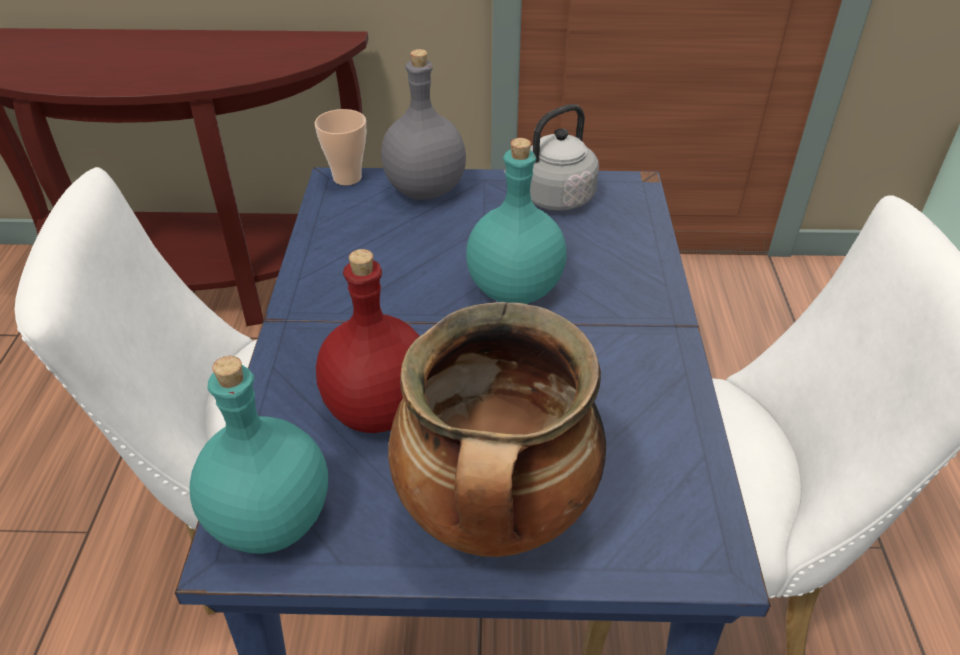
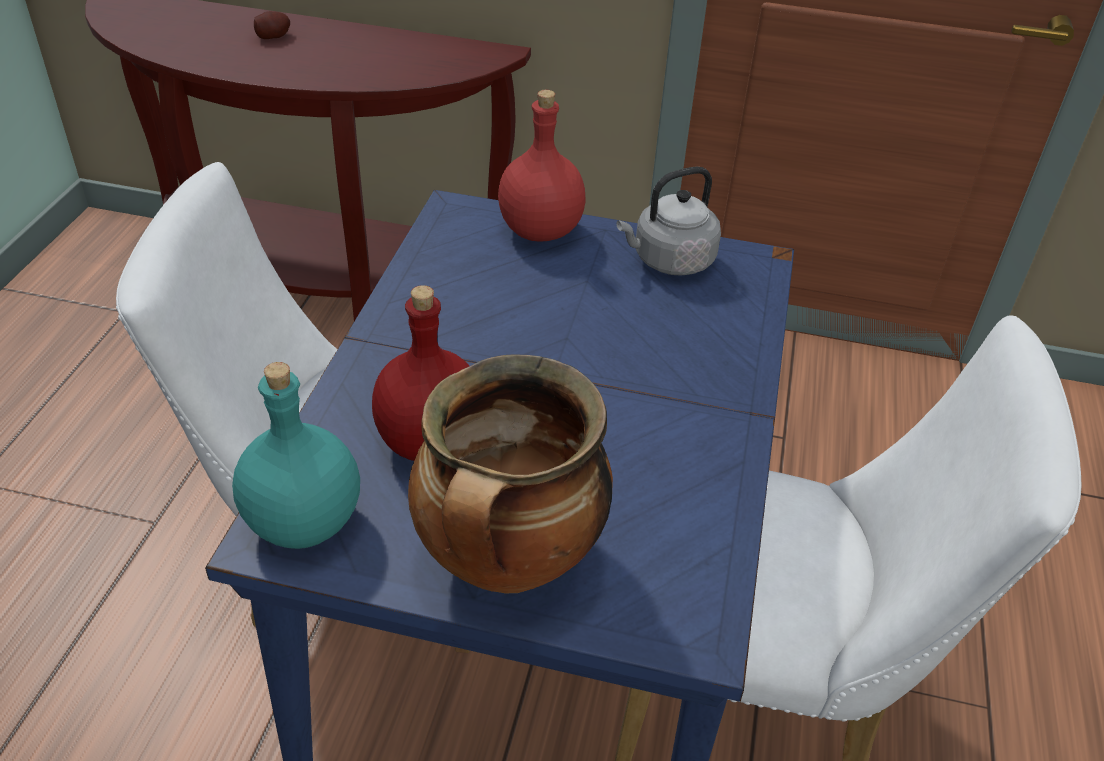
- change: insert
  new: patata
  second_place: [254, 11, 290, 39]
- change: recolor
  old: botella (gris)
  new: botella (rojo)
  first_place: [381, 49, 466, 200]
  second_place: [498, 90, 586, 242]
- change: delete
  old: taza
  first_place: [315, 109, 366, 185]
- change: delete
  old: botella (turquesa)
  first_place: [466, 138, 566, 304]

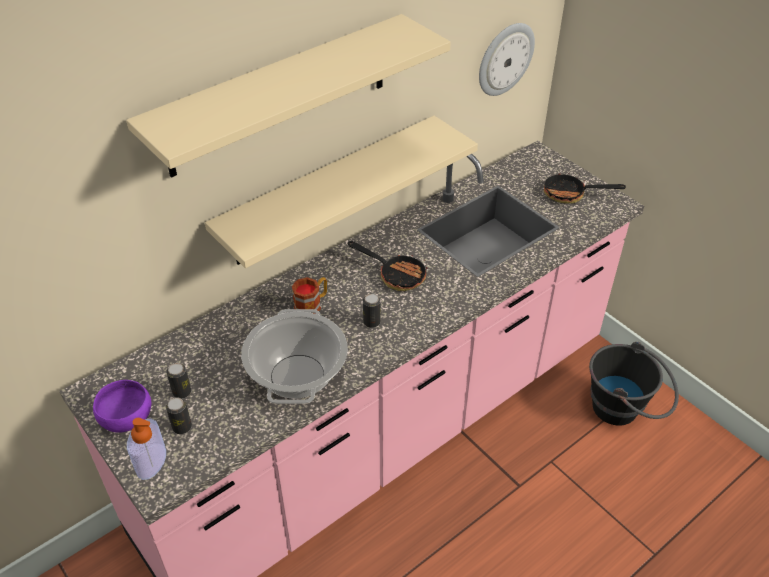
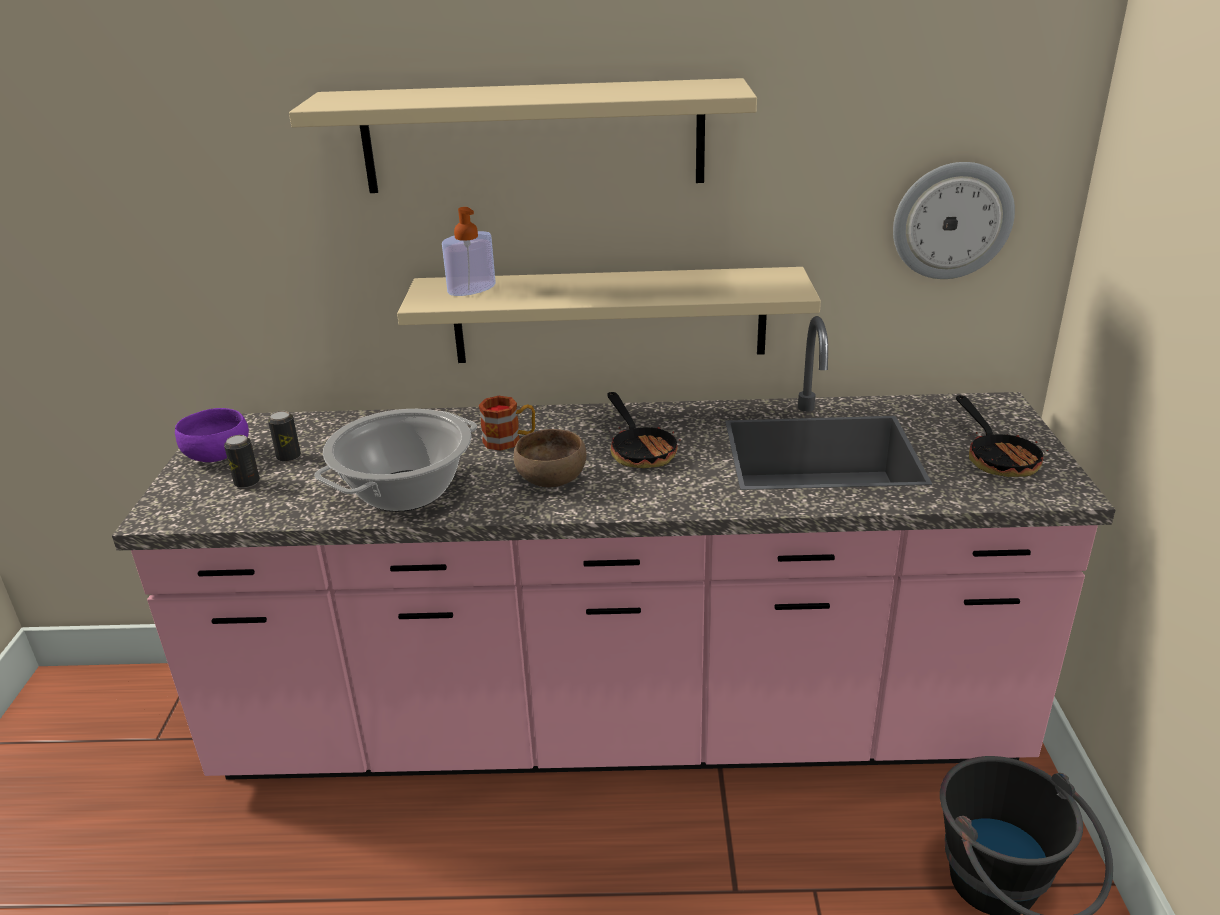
- change: move
  old: dispensador de jabón
  first_place: [127, 418, 166, 480]
  second_place: [442, 207, 496, 296]
- change: replace
  old: lata
  new: cuenco (marrón)
  first_place: [363, 294, 381, 328]
  second_place: [514, 429, 586, 487]
- change: rotate
  old: sartén
  first_place: [544, 173, 626, 204]
  second_place: [956, 395, 1049, 477]
  degrees: -150

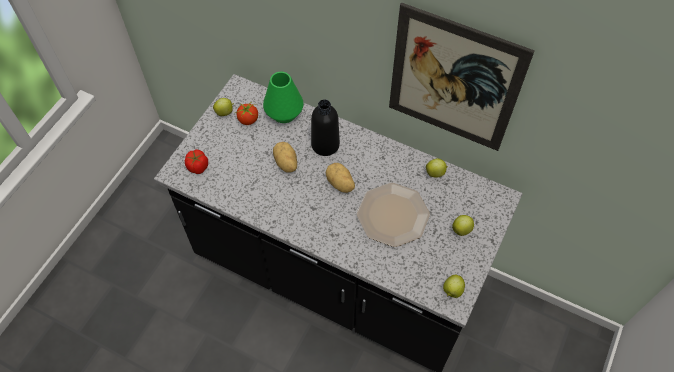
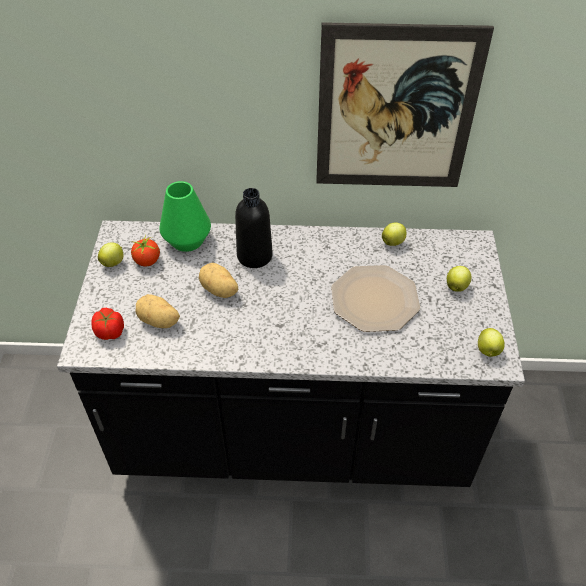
- change: move
  old: patata
  first_place: [325, 163, 355, 193]
  second_place: [136, 294, 180, 328]

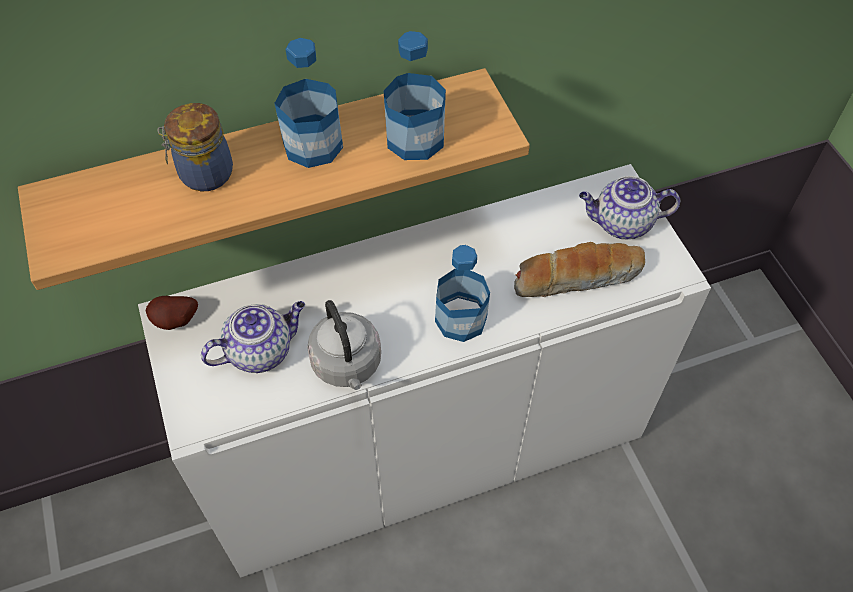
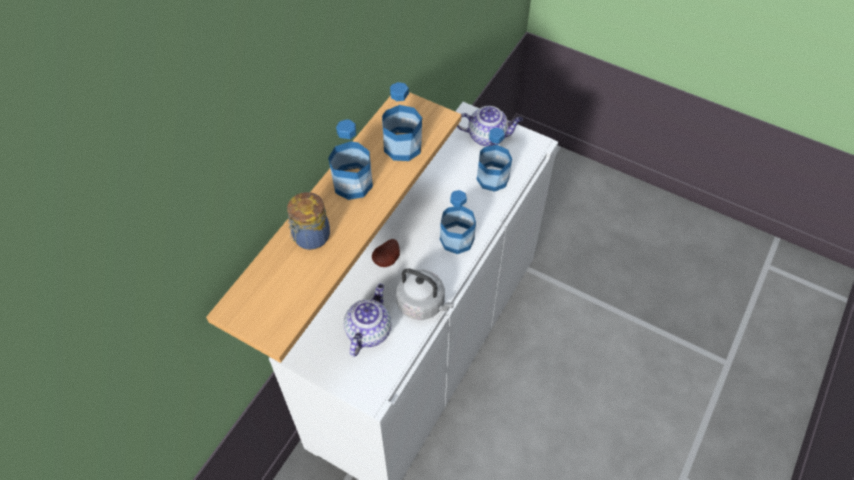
- change: move
  old: patata
  first_place: [146, 296, 198, 330]
  second_place: [372, 239, 400, 267]
- change: rotate
  old: tetera
  first_place: [579, 176, 680, 240]
  second_place: [457, 106, 523, 147]
  degrees: -135
- change: replace
  old: pan
  new: botella
  first_place: [514, 242, 645, 297]
  second_place: [477, 128, 512, 192]

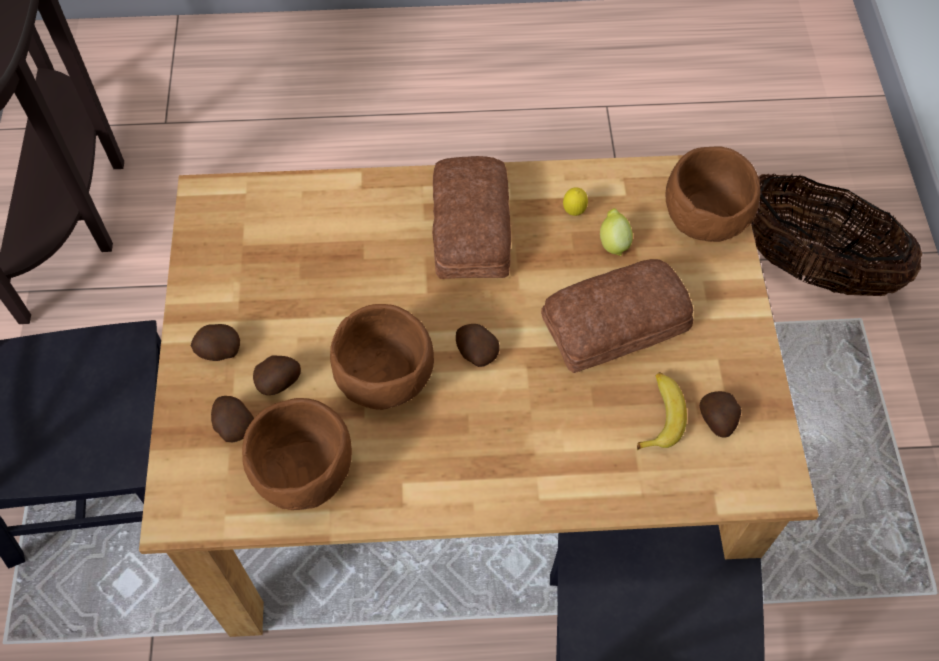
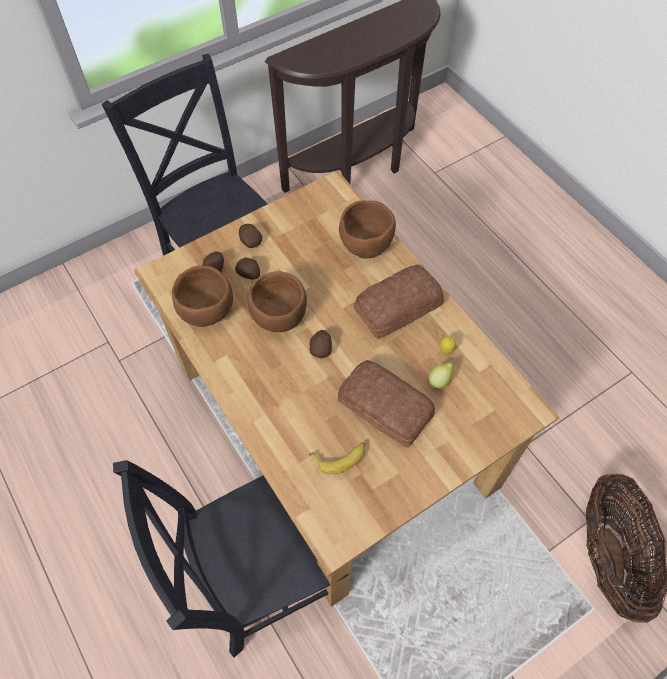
- change: move
  old: cuenco (marrón)
  first_place: [665, 147, 760, 242]
  second_place: [339, 200, 396, 259]
- change: delete
  old: patata
  first_place: [700, 391, 741, 438]

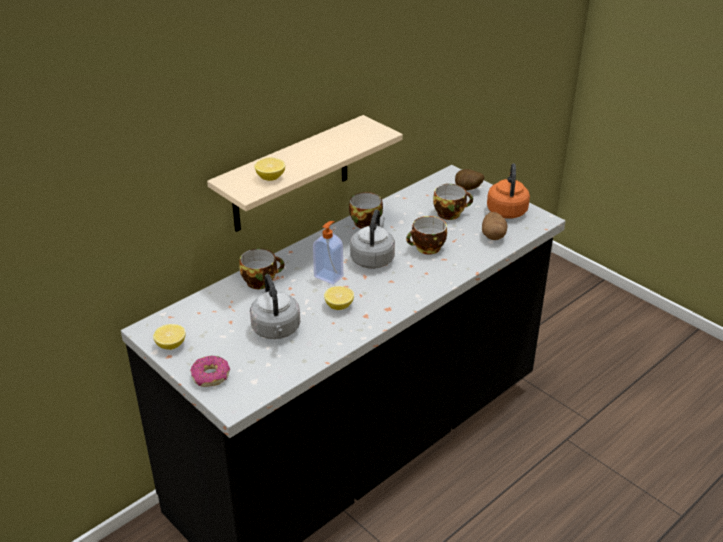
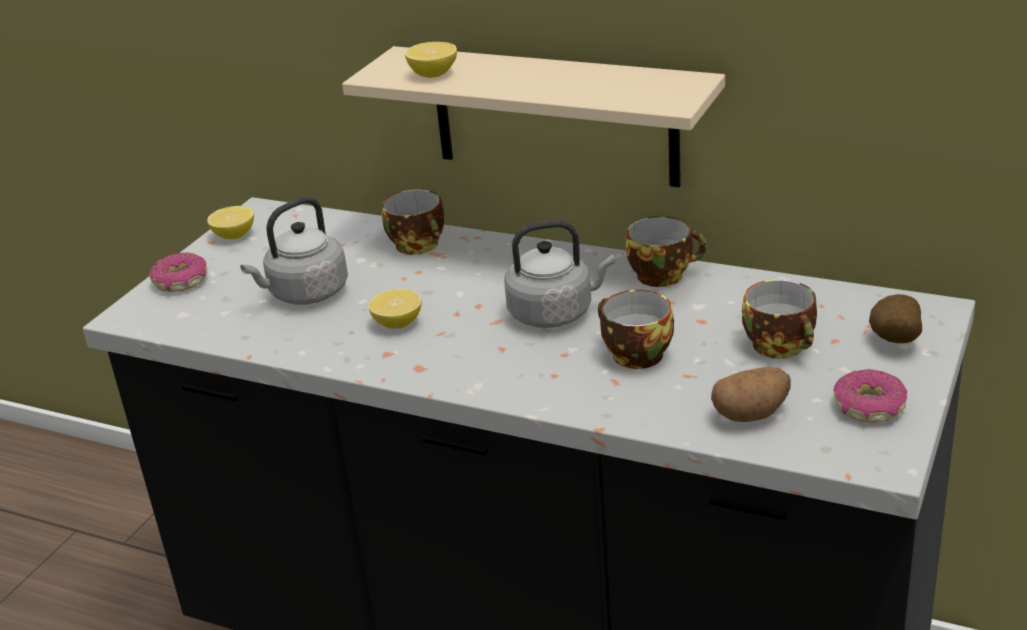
- change: replace
  old: hervidor (naranja)
  new: rosquilla
  first_place: [487, 163, 530, 219]
  second_place: [834, 369, 907, 423]
- change: delete
  old: dispensador de jabón
  first_place: [313, 221, 343, 285]

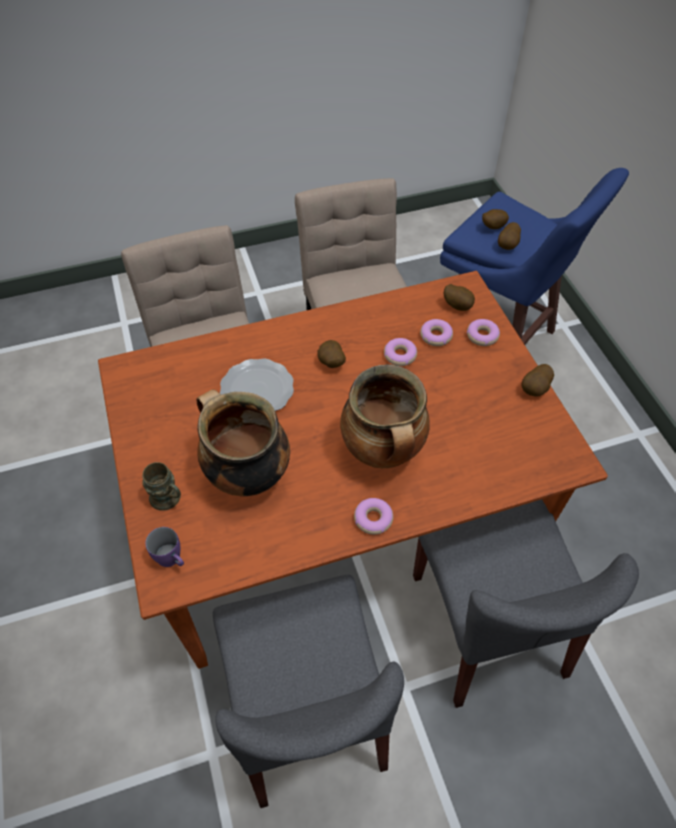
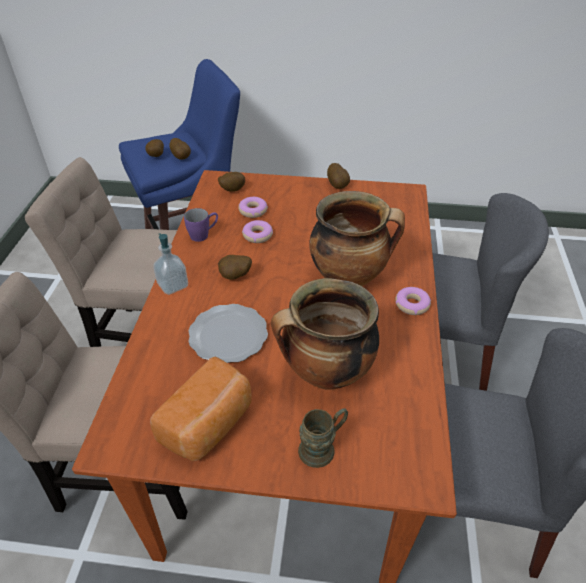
- change: insert
  new: pan
  second_place: [150, 357, 252, 461]
- change: insert
  new: dispensador de jabón
  second_place: [153, 233, 188, 295]
- change: move
  old: taza grande (morado)
  first_place: [146, 527, 184, 567]
  second_place: [184, 208, 218, 242]
- change: delete
  old: rosquilla
  first_place: [467, 319, 500, 346]

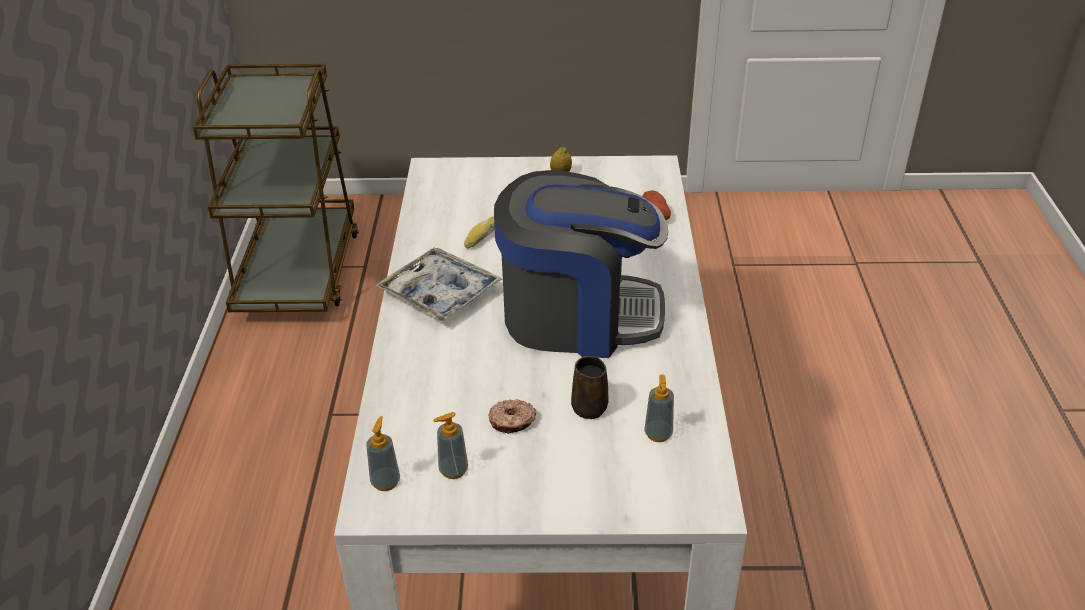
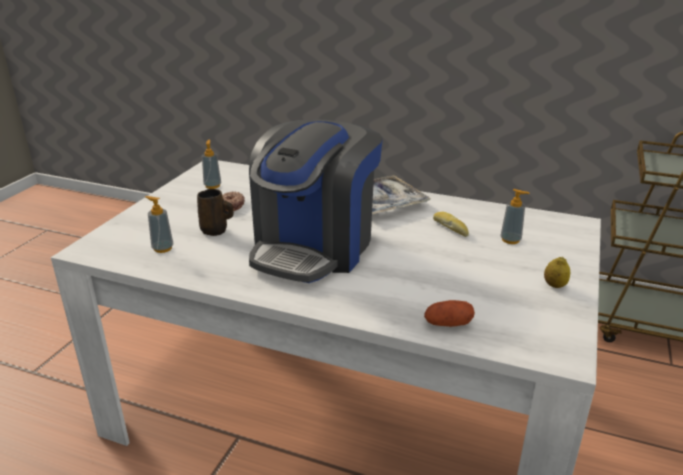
- change: move
  old: dispensador de jabón
  first_place: [366, 416, 400, 491]
  second_place: [500, 189, 529, 244]

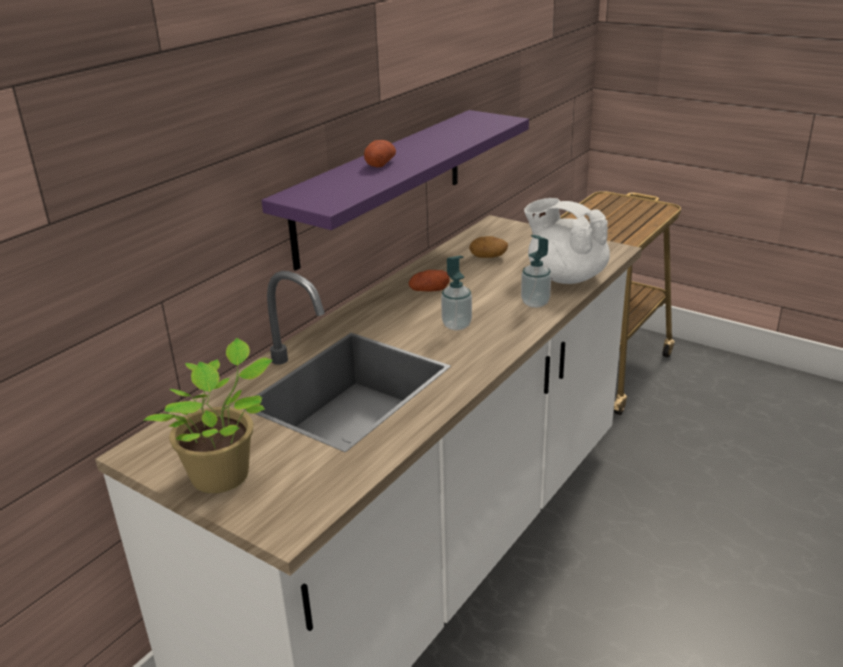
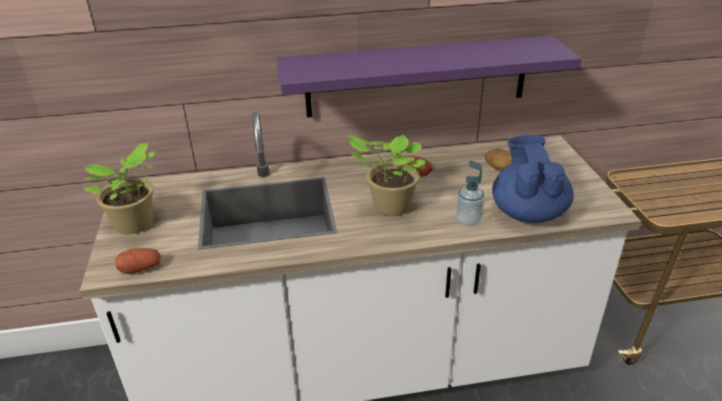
- change: move
  old: patata
  first_place: [364, 140, 396, 167]
  second_place: [115, 248, 161, 274]
- change: replace
  old: dispensador de jabón
  new: planta en maceta
  first_place: [441, 256, 472, 330]
  second_place: [346, 134, 426, 216]
- change: recolor
  old: tetera (blanco)
  new: tetera (azul)
  first_place: [524, 198, 610, 284]
  second_place: [492, 135, 574, 223]

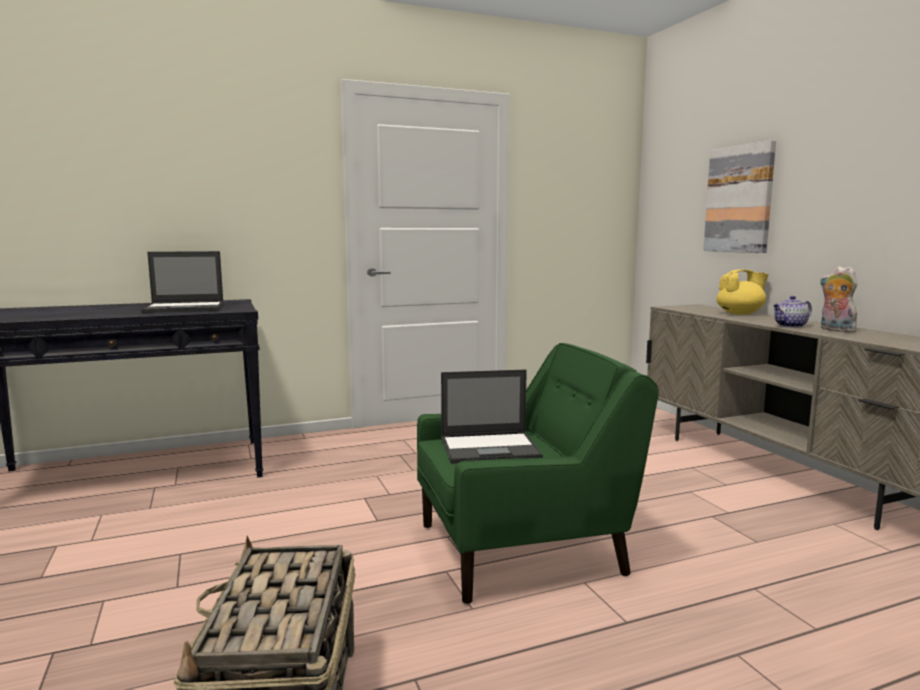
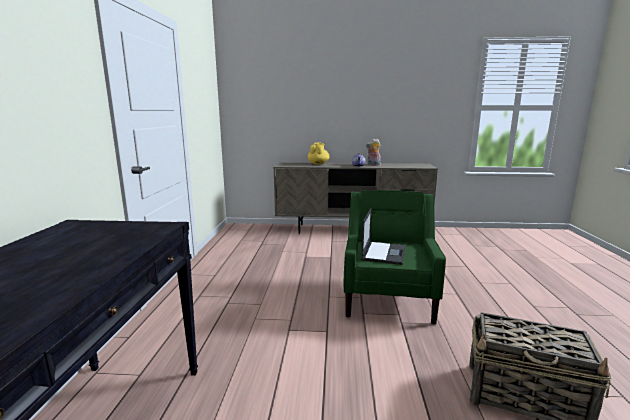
- change: delete
  old: portátil
  first_place: [141, 251, 224, 313]
- change: delete
  old: cuadro
  first_place: [703, 140, 776, 253]

